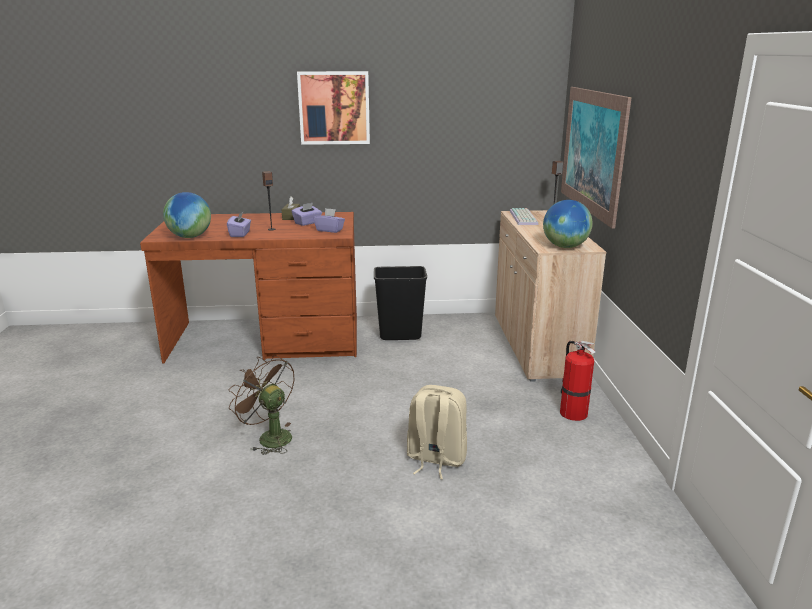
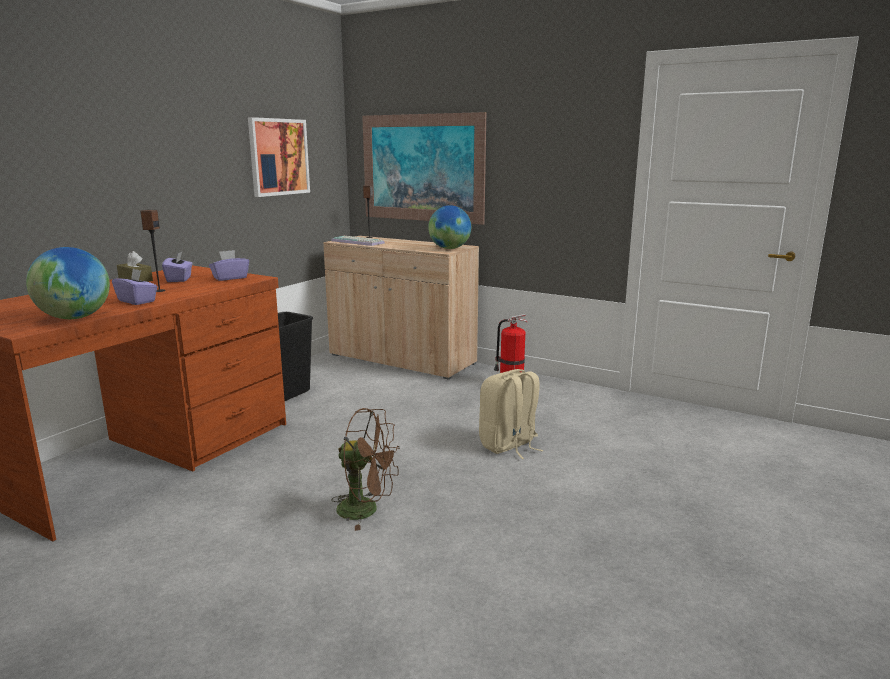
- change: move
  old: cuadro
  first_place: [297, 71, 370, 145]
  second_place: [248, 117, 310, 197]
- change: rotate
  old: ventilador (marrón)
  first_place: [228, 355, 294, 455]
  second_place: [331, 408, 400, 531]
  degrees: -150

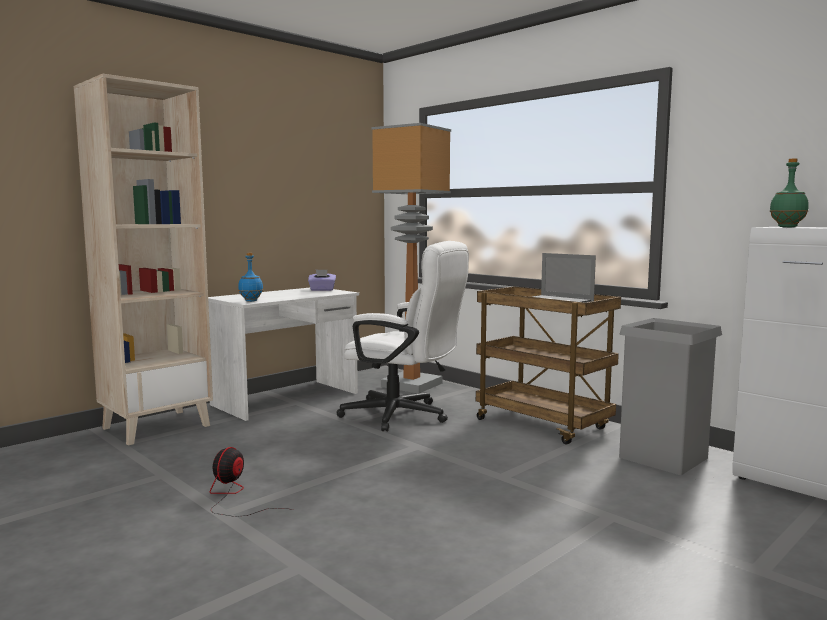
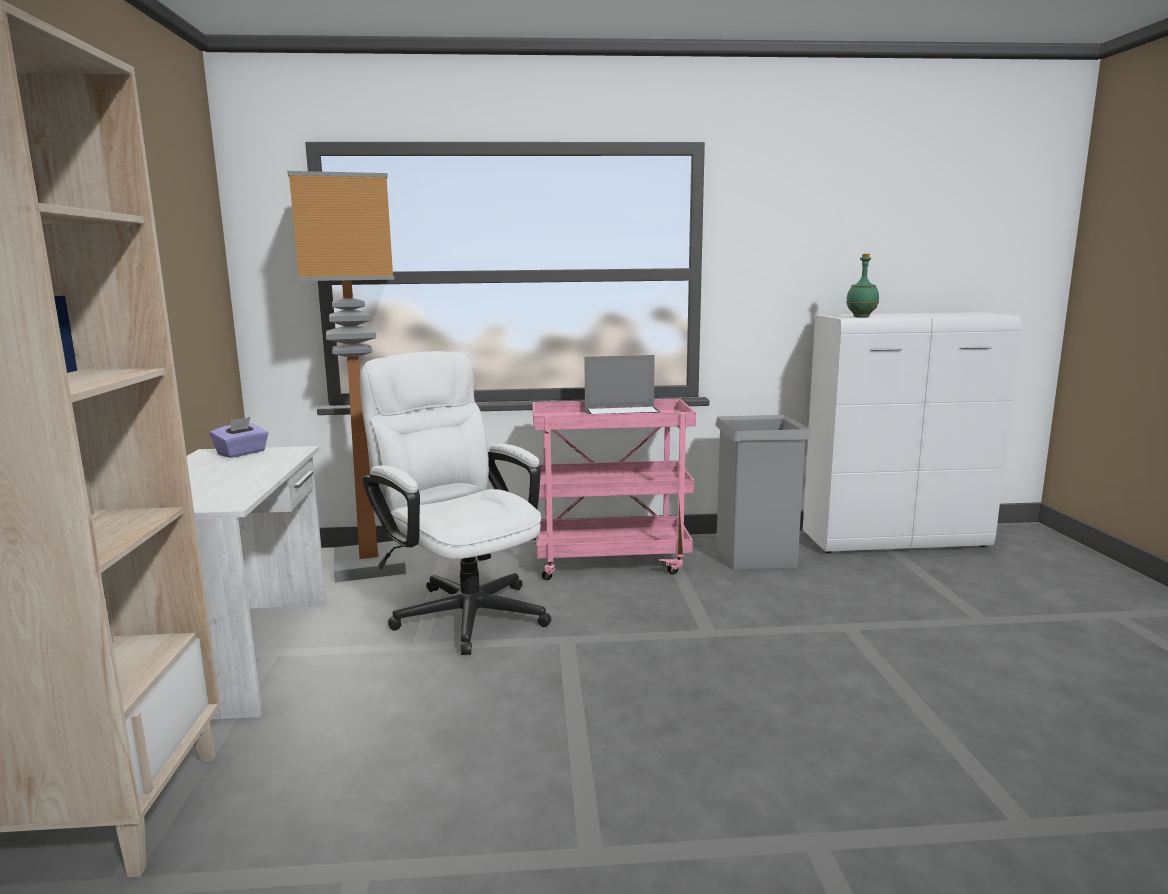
- change: rotate
  old: silla de oficina (blanco)
  first_place: [337, 241, 469, 432]
  second_place: [360, 351, 551, 655]
  degrees: -105
- change: recolor
  old: carrito (marrón)
  new: carrito (rosa)
  first_place: [476, 286, 621, 445]
  second_place: [533, 399, 696, 580]
- change: delete
  old: ventilador
  first_place: [210, 447, 294, 517]
- change: delete
  old: botella (azul)
  first_place: [238, 253, 263, 302]

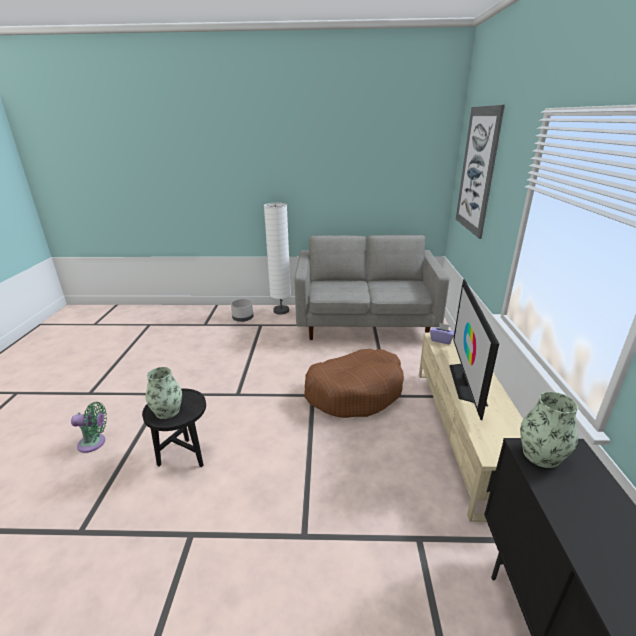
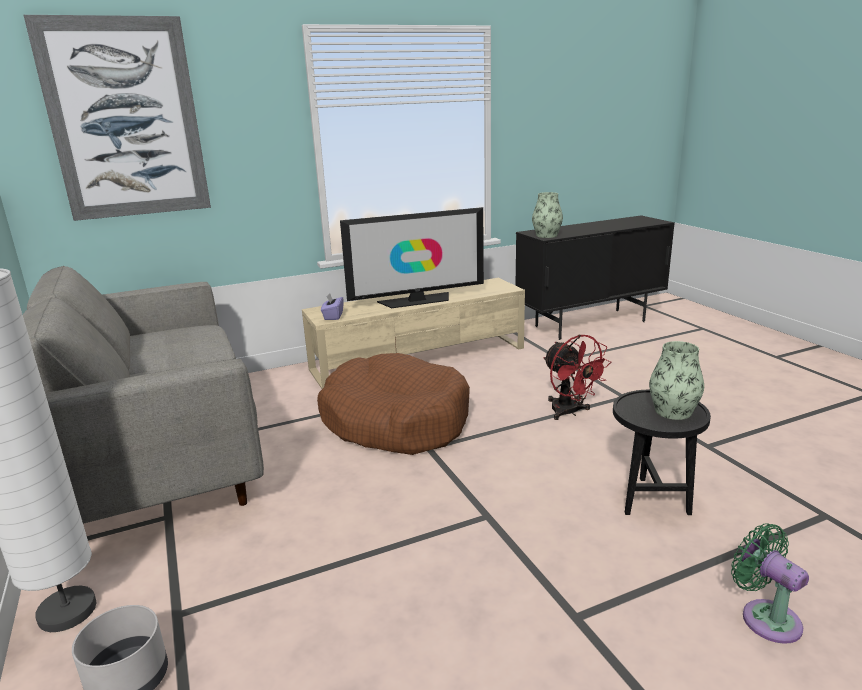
- change: insert
  new: ventilador (rojo)
  second_place: [543, 334, 611, 420]

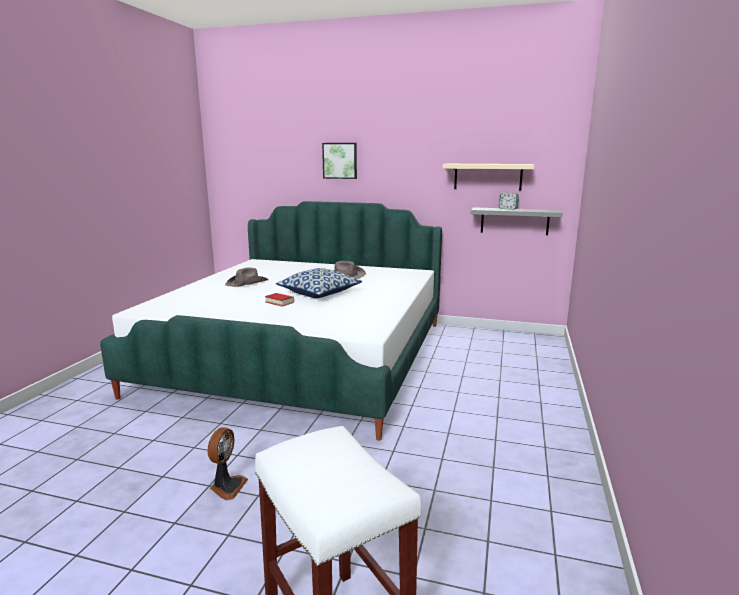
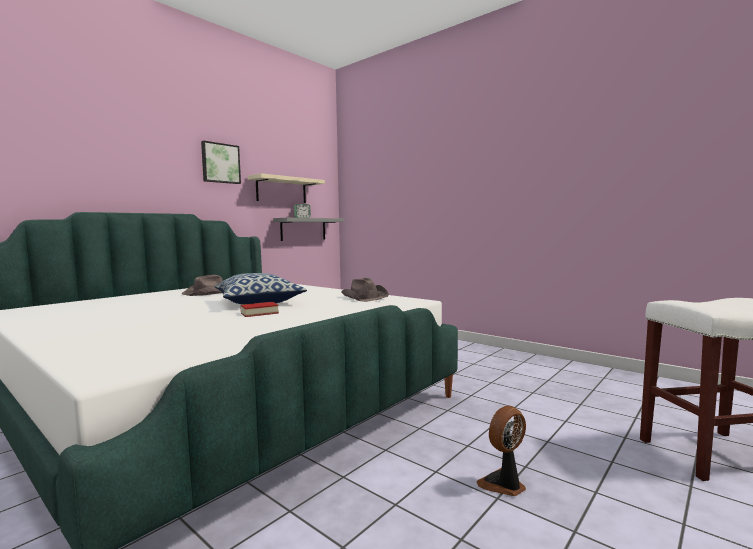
- change: move
  old: cuadro
  first_place: [322, 143, 357, 179]
  second_place: [201, 141, 241, 184]
- change: move
  old: sombrero (marrón)
  first_place: [225, 267, 268, 287]
  second_place: [341, 278, 389, 302]
- change: rotate
  old: ventilador
  first_place: [207, 427, 248, 500]
  second_place: [476, 406, 526, 496]
  degrees: -75

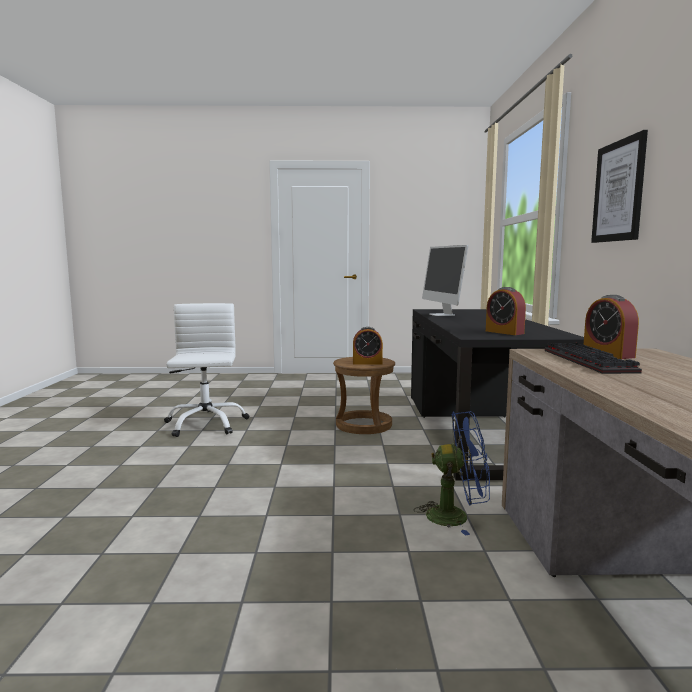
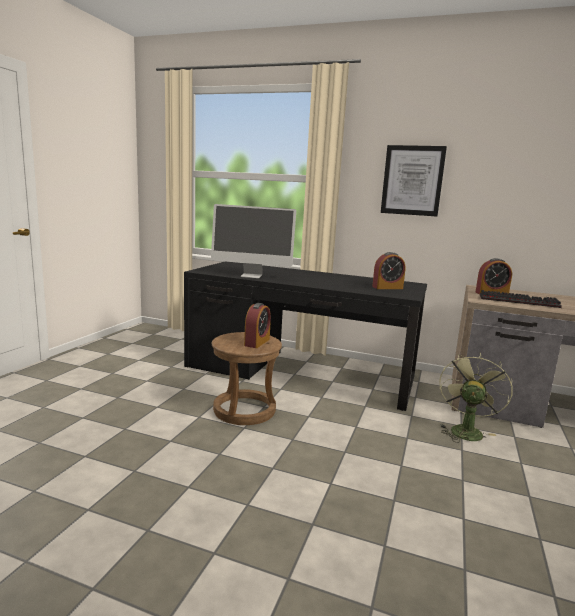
- change: recolor
  old: ventilador (azul)
  new: ventilador (verde)
  first_place: [414, 411, 490, 536]
  second_place: [439, 353, 512, 443]
- change: delete
  old: silla de oficina (blanco)
  first_place: [164, 303, 249, 437]

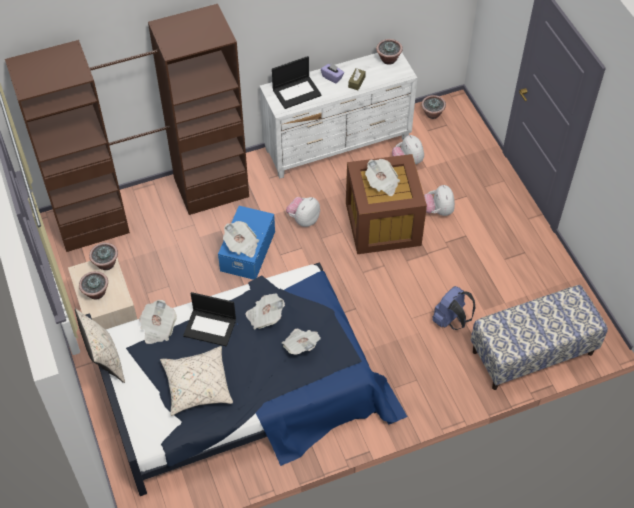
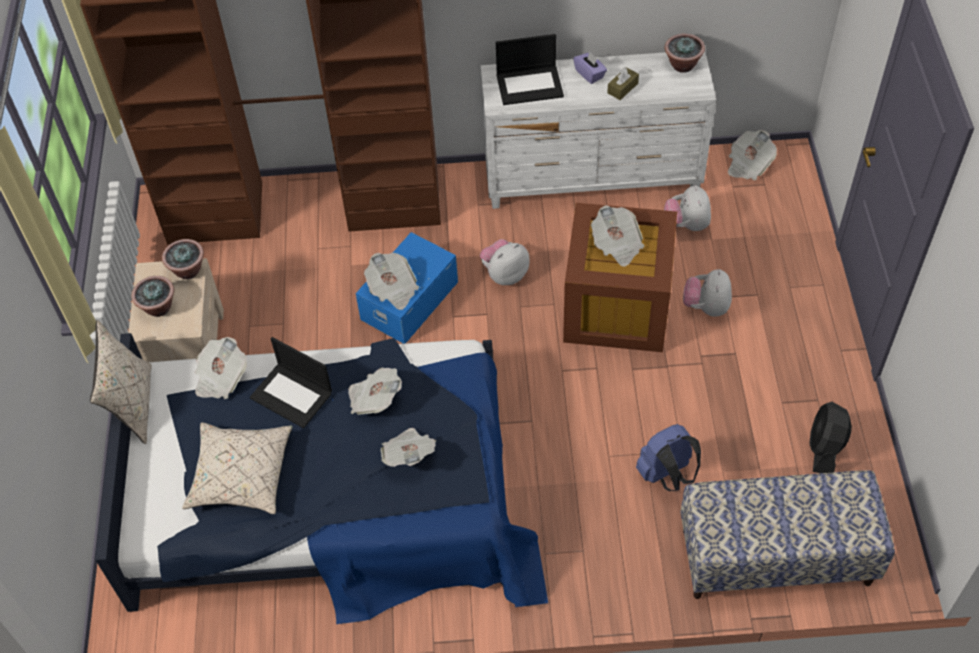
- change: replace
  old: planta en maceta
  new: periódico
  first_place: [422, 95, 446, 119]
  second_place: [728, 130, 777, 180]
- change: insert
  new: ventilador (negro)
  second_place: [809, 402, 852, 473]

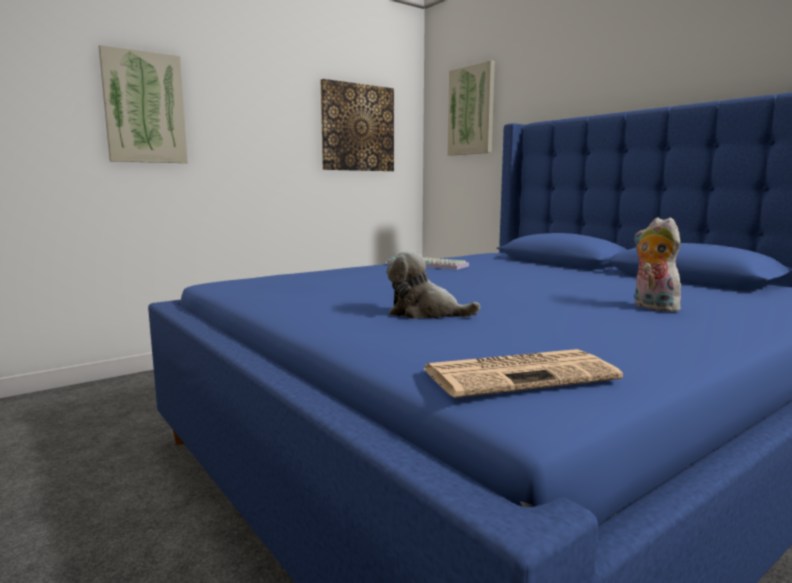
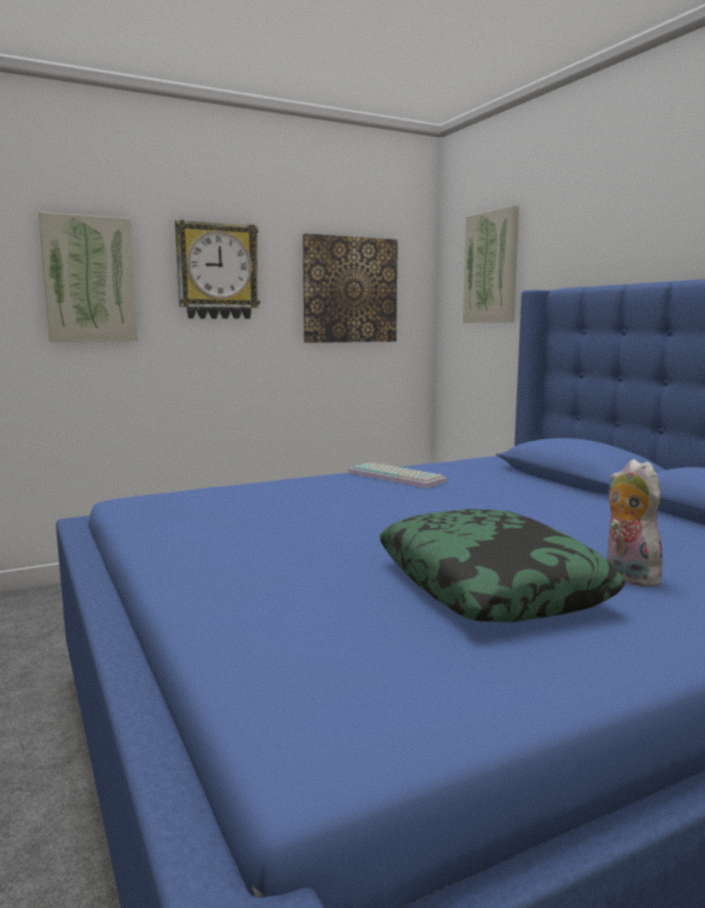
- change: insert
  new: reloj de pared
  second_place: [175, 220, 260, 319]
- change: insert
  new: cojín
  second_place: [379, 509, 626, 622]
- change: delete
  old: peluche
  first_place: [387, 250, 480, 319]
- change: delete
  old: periódico
  first_place: [423, 349, 623, 398]

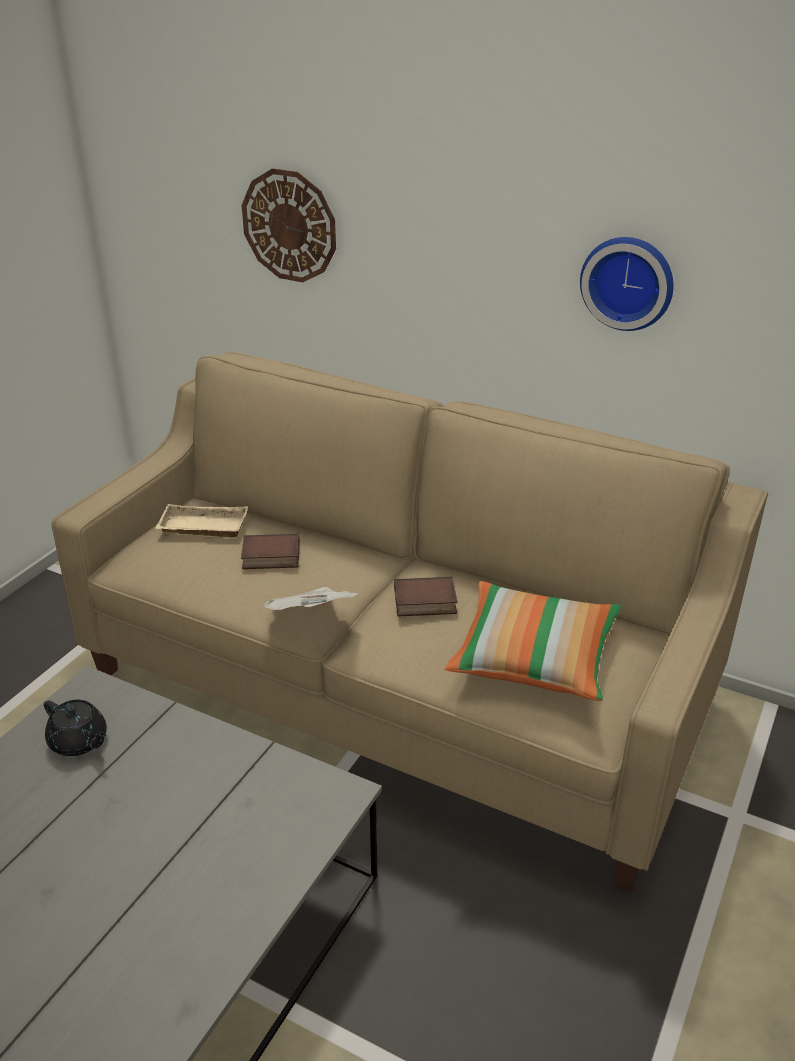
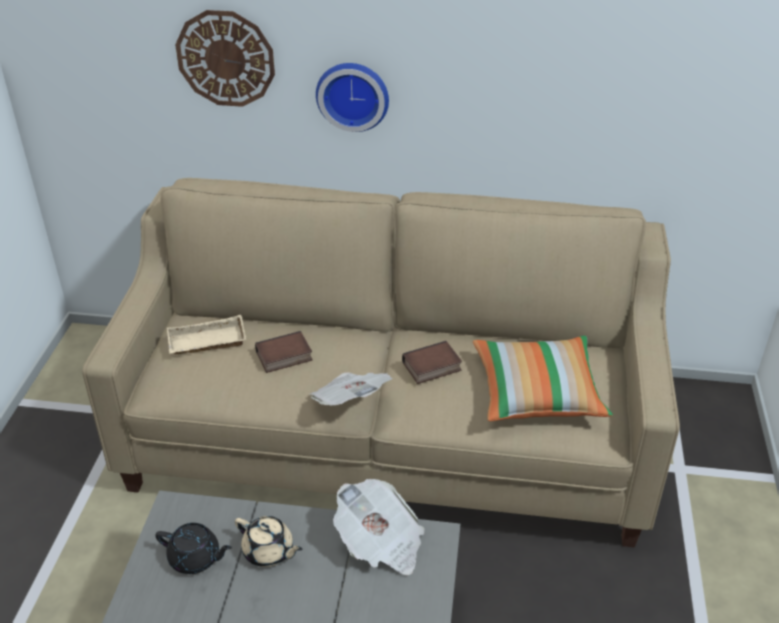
- change: insert
  new: tetera (beis)
  second_place: [235, 516, 302, 567]
- change: move
  old: reloj de pared
  first_place: [580, 237, 674, 331]
  second_place: [316, 63, 389, 132]
- change: insert
  new: periódico
  second_place: [333, 479, 425, 575]

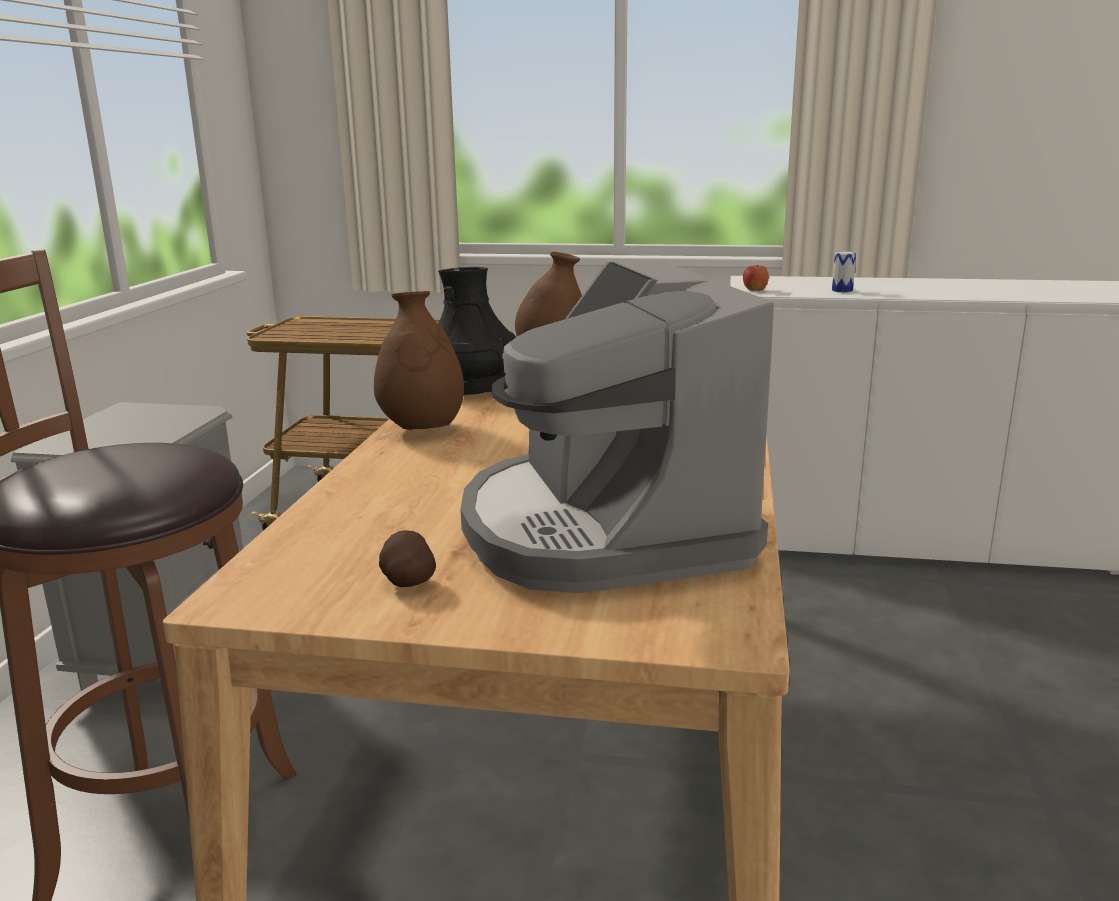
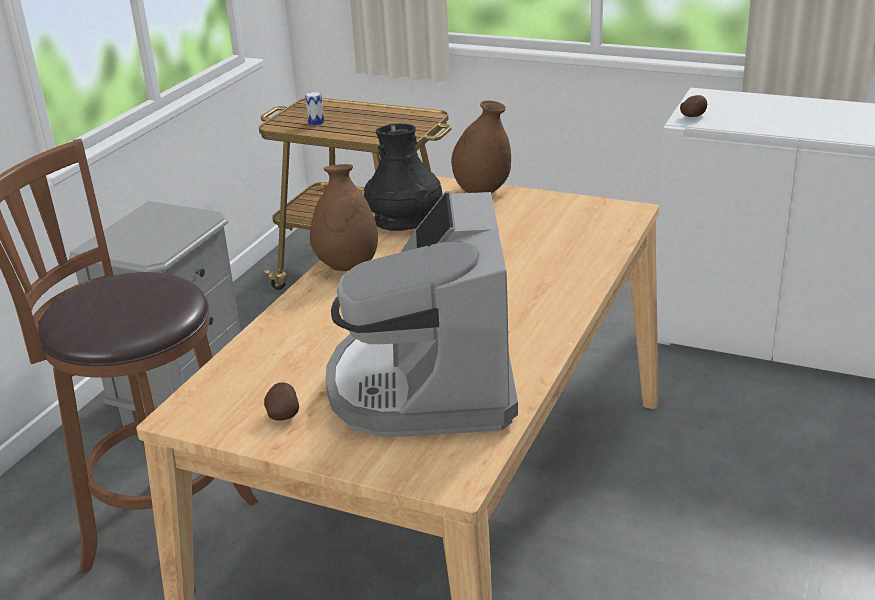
- change: move
  old: lata
  first_place: [832, 251, 856, 293]
  second_place: [305, 92, 324, 126]
- change: replace
  old: manzana
  new: patata
  first_place: [743, 265, 769, 291]
  second_place: [680, 95, 707, 117]

